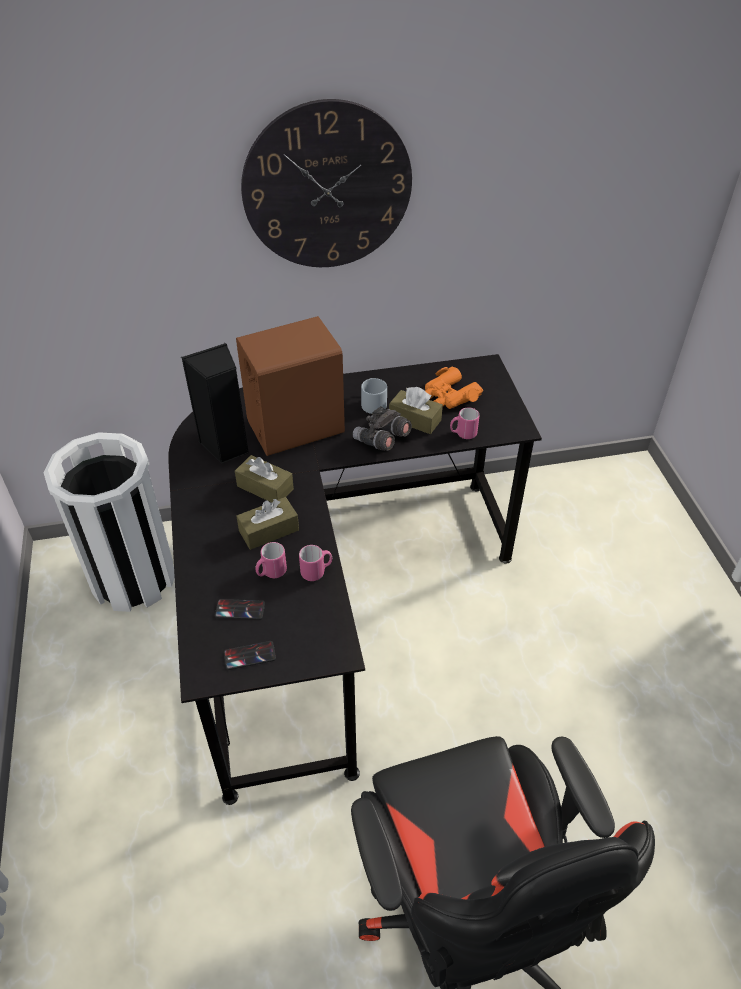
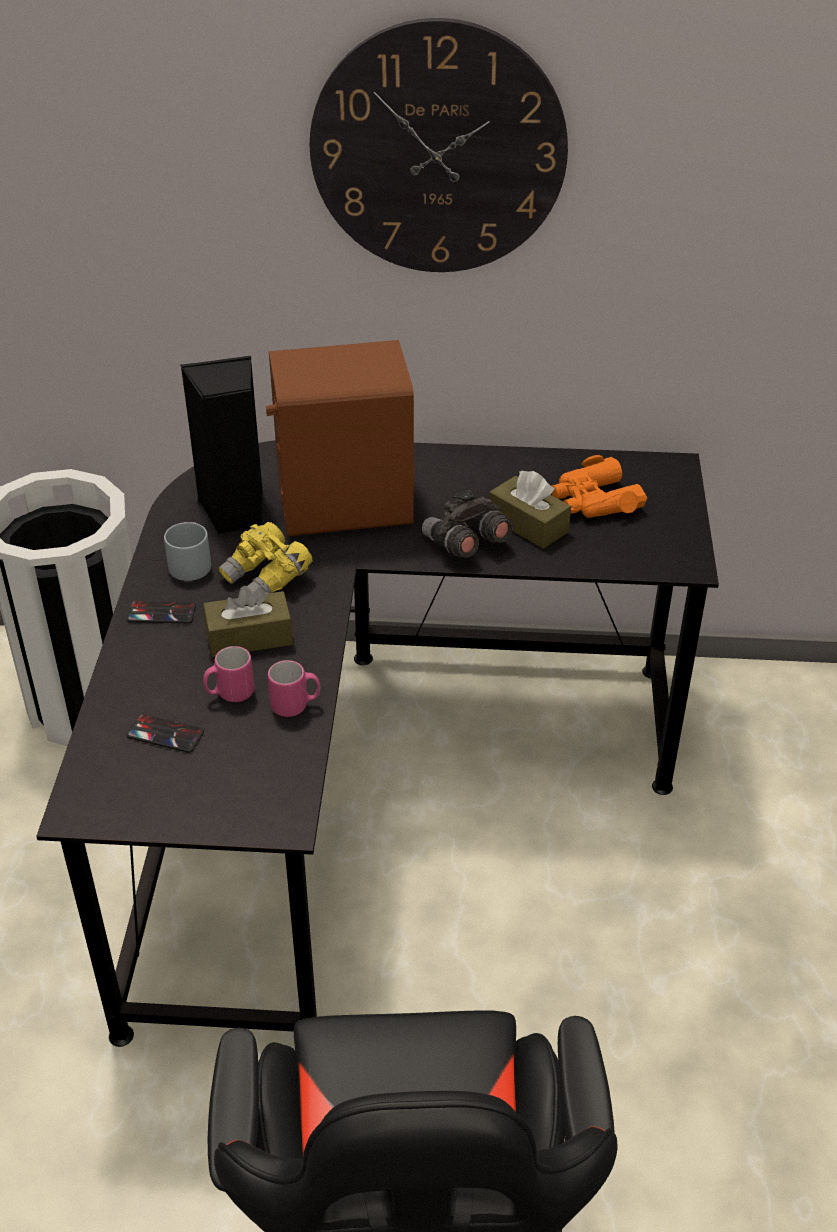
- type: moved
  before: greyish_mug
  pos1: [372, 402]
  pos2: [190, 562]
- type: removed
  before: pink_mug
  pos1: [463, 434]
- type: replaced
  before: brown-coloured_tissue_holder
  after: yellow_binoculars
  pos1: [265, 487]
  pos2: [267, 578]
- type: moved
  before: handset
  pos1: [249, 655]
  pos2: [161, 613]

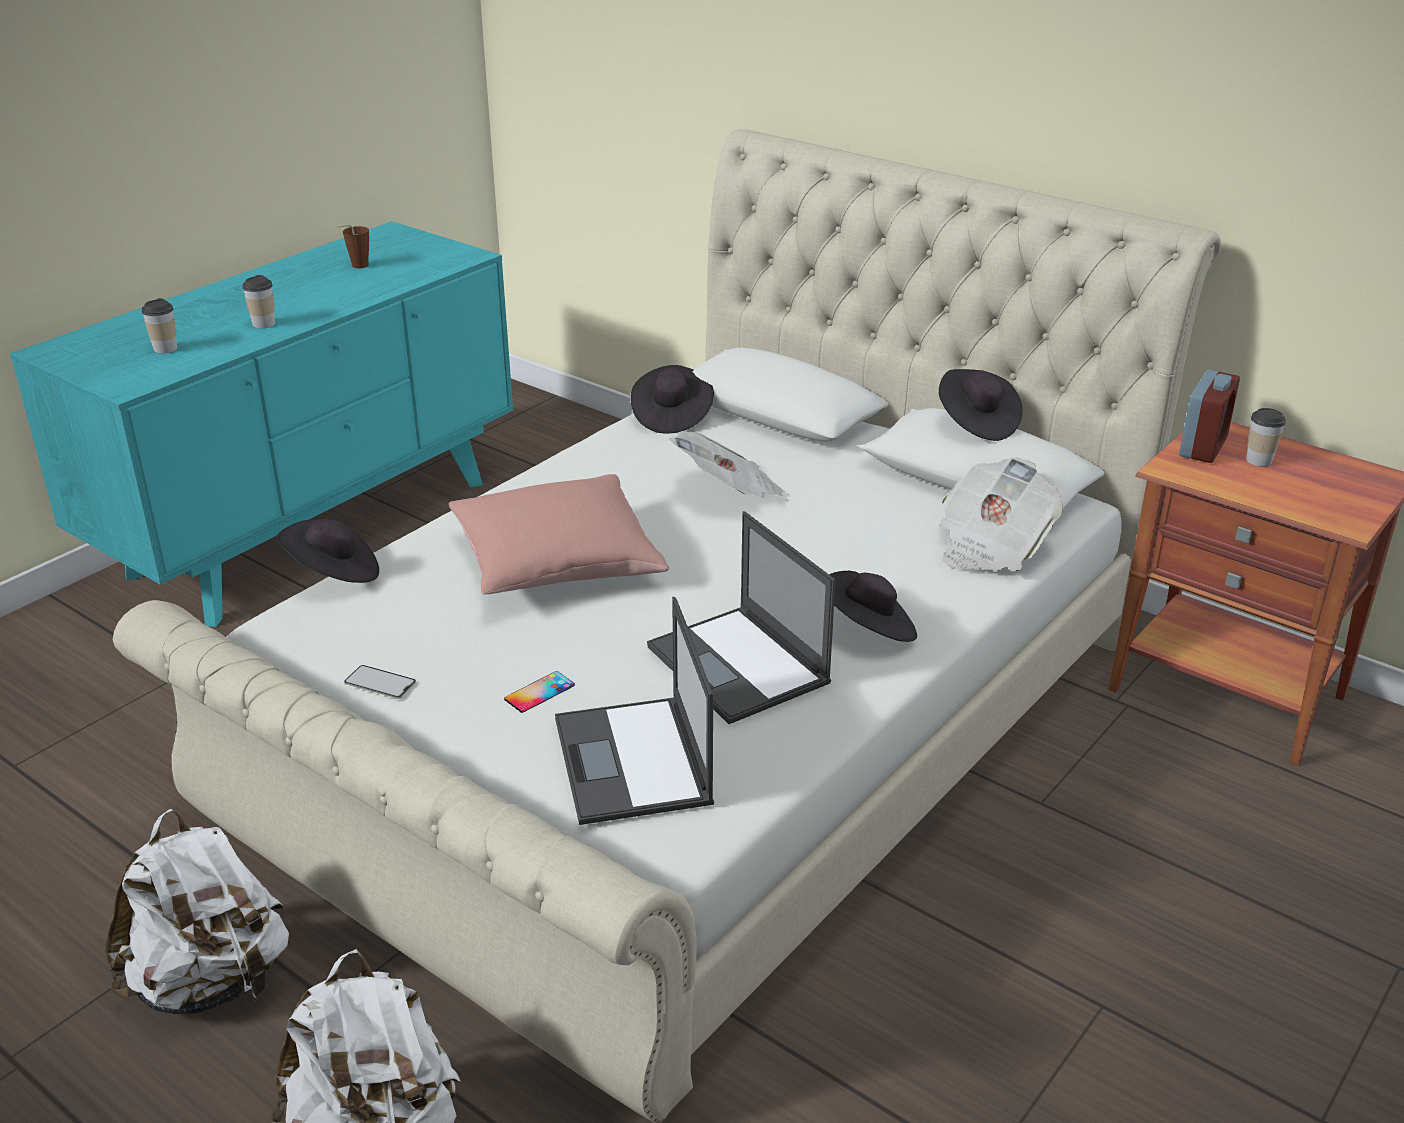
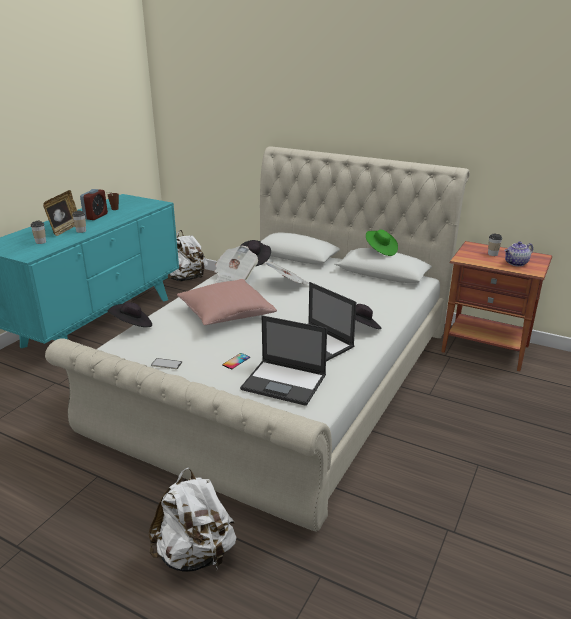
- type: recoloured
  before: black-coloured_wearable_hat
  after: greenish_wearable_hat
  pos1: [976, 423]
  pos2: [380, 250]
- type: moved
  before: bedside_clock
  pos1: [1203, 447]
  pos2: [96, 216]
- type: moved
  before: newspaper
  pos1: [991, 545]
  pos2: [234, 278]
- type: turned
  before: laptop
  pos1: [633, 762]
  pos2: [285, 382]
  turn: -45
- type: moved
  before: whitish_backpack
  pos1: [211, 981]
  pos2: [187, 279]
- type: added
  after: photo_frame
  pos2: [65, 229]
- type: added
  after: pot_for_tea
  pos2: [516, 263]

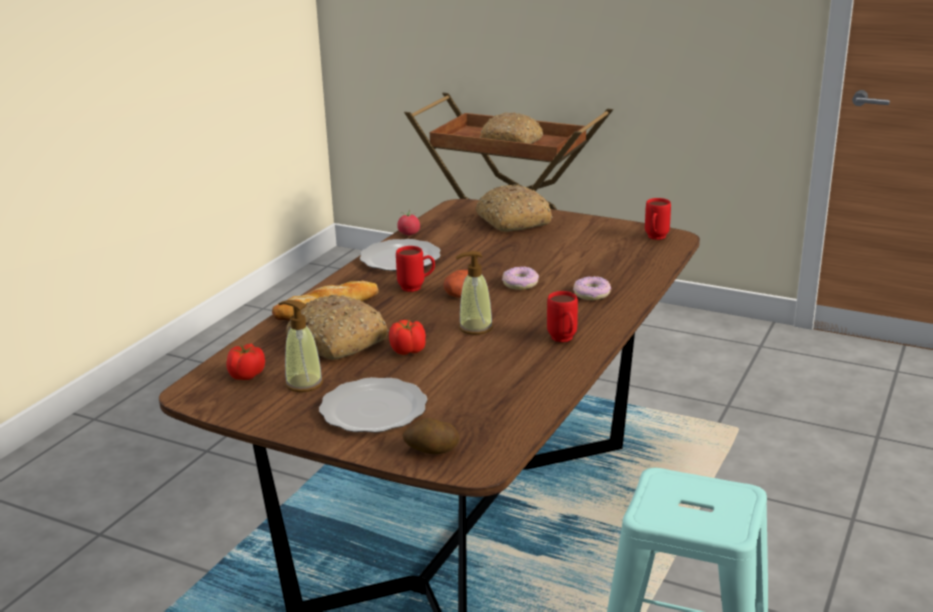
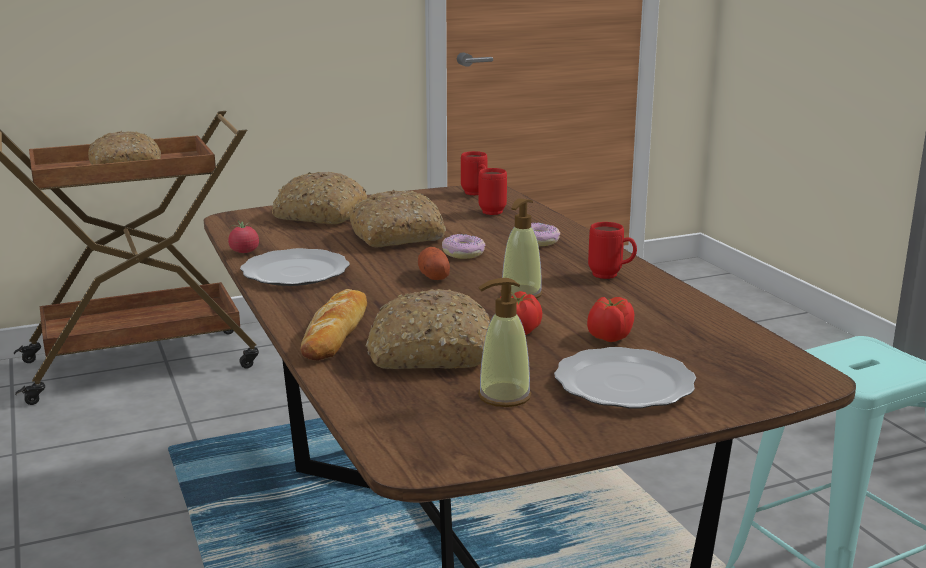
- type: moved
  before: reddish_mug
  pos1: [416, 288]
  pos2: [495, 211]
- type: moved
  before: tomato
  pos1: [246, 376]
  pos2: [609, 337]
- type: removed
  before: spud
  pos1: [431, 450]
- type: added
  after: bakery_bread
  pos2: [398, 236]

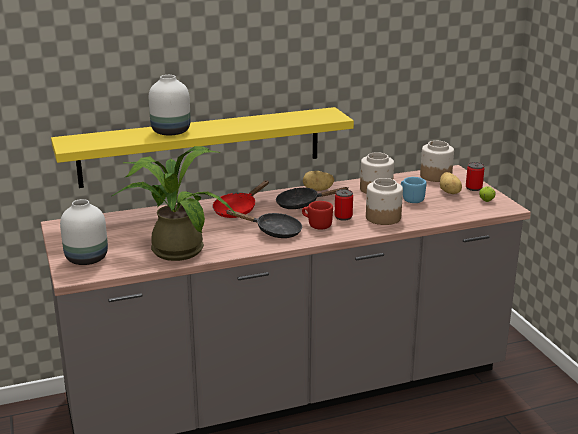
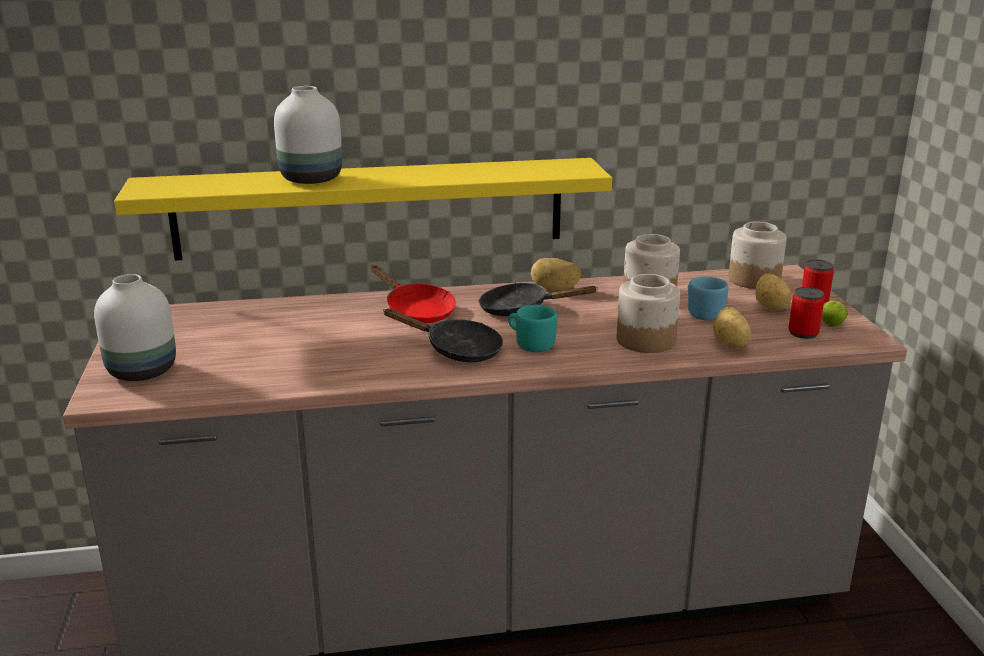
- type: removed
  before: potted_plant
  pos1: [174, 248]
- type: turned
  before: reddish_pan
  pos1: [238, 209]
  pos2: [416, 311]
  turn: -90
- type: moved
  before: can
  pos1: [343, 217]
  pos2: [803, 333]
- type: recoloured
  before: reddish_mug
  after: blue-green_mug
  pos1: [316, 225]
  pos2: [531, 345]
- type: added
  after: spud
  pos2: [730, 343]

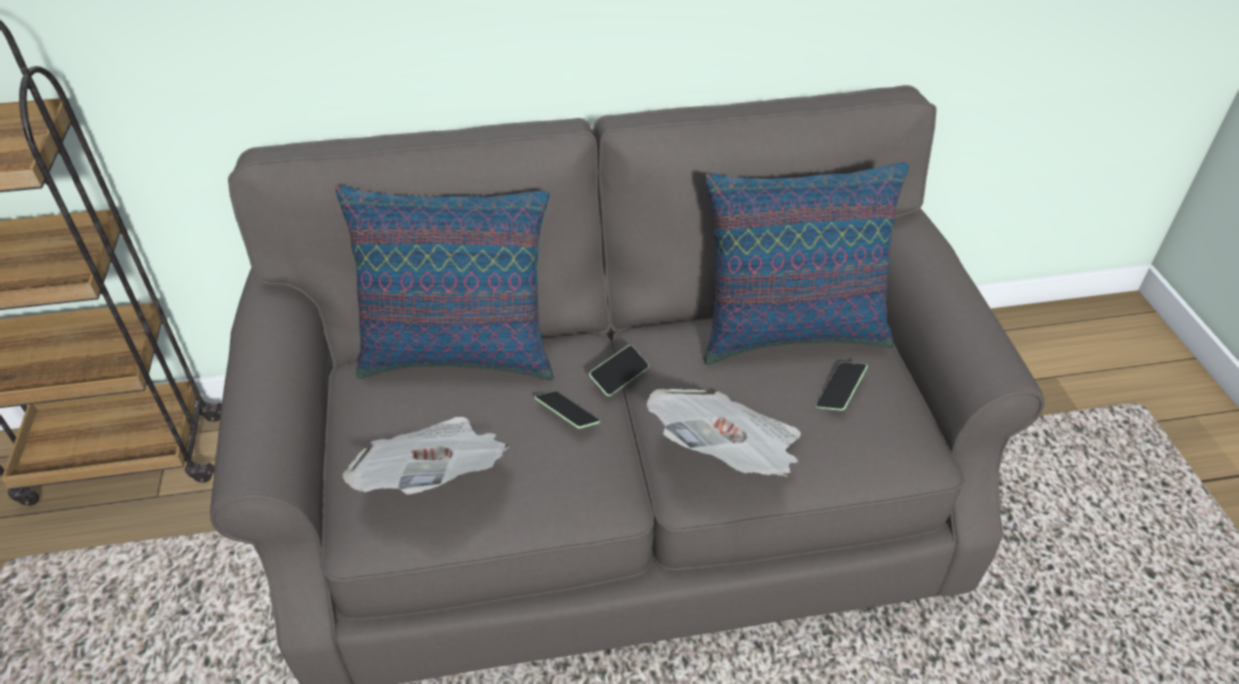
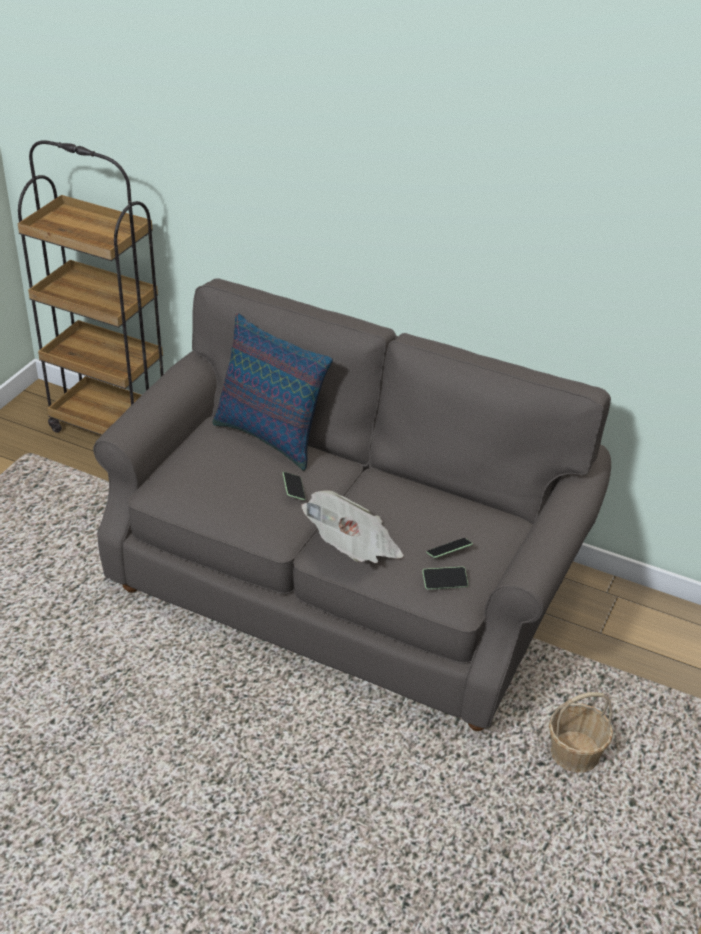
- type: removed
  before: blue_throw_pillow
  pos1: [792, 335]
- type: moved
  before: handset
  pos1: [619, 376]
  pos2: [444, 582]
- type: removed
  before: newspaper
  pos1: [435, 480]
- type: added
  after: basket
  pos2: [575, 754]

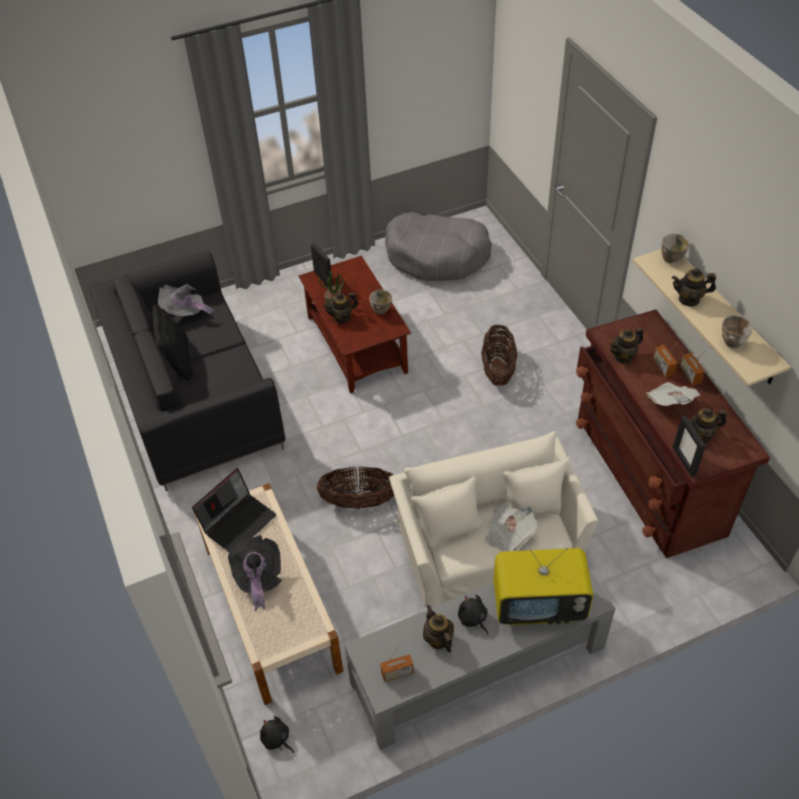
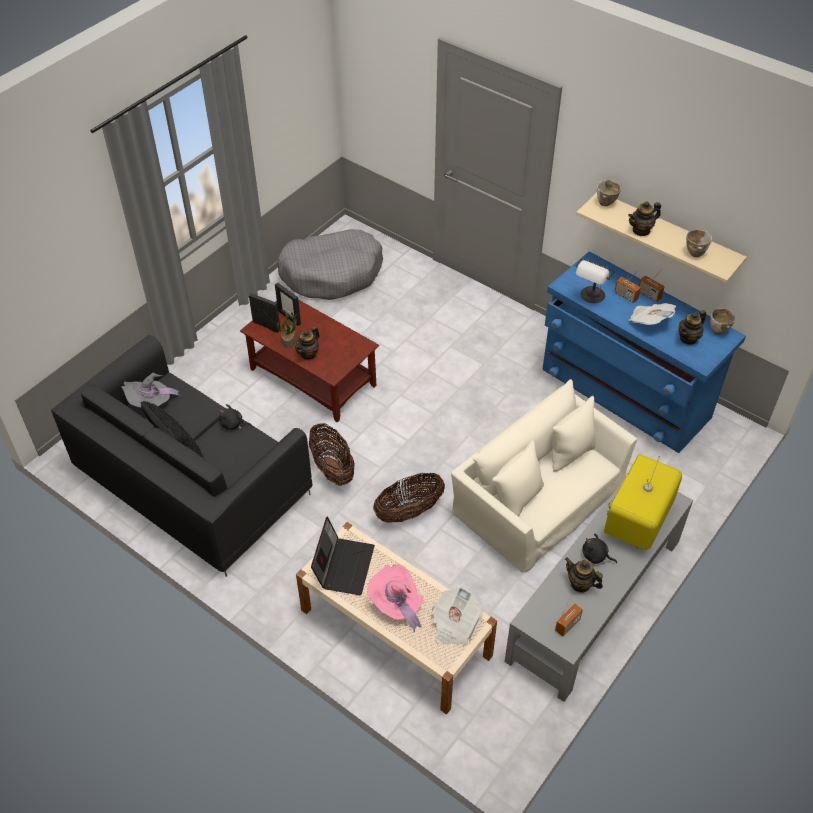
- type: moved
  before: serving_bowl
  pos1: [380, 312]
  pos2: [718, 331]
- type: recoloured
  before: brown-coloured_drawer_chest
  after: blue_drawer_chest
  pos1: [645, 475]
  pos2: [622, 395]
- type: moved
  before: basket
  pos1: [498, 370]
  pos2: [332, 468]
- type: replaced
  before: pot_for_tea
  after: lamp_for_a_table
  pos1: [623, 356]
  pos2: [591, 298]
- type: moved
  before: photo_frame
  pos1: [685, 460]
  pos2: [290, 317]
- type: moved
  before: newspaper
  pos1: [508, 534]
  pos2: [454, 625]
- type: recoloured
  before: black-coloured_wearable_hat
  after: pink_wearable_hat
  pos1: [258, 578]
  pos2: [396, 605]
- type: turned
  before: TV_set
  pos1: [539, 604]
  pos2: [637, 522]
  turn: 150
- type: moved
  before: black-coloured_plush_toy
  pos1: [276, 739]
  pos2: [233, 424]

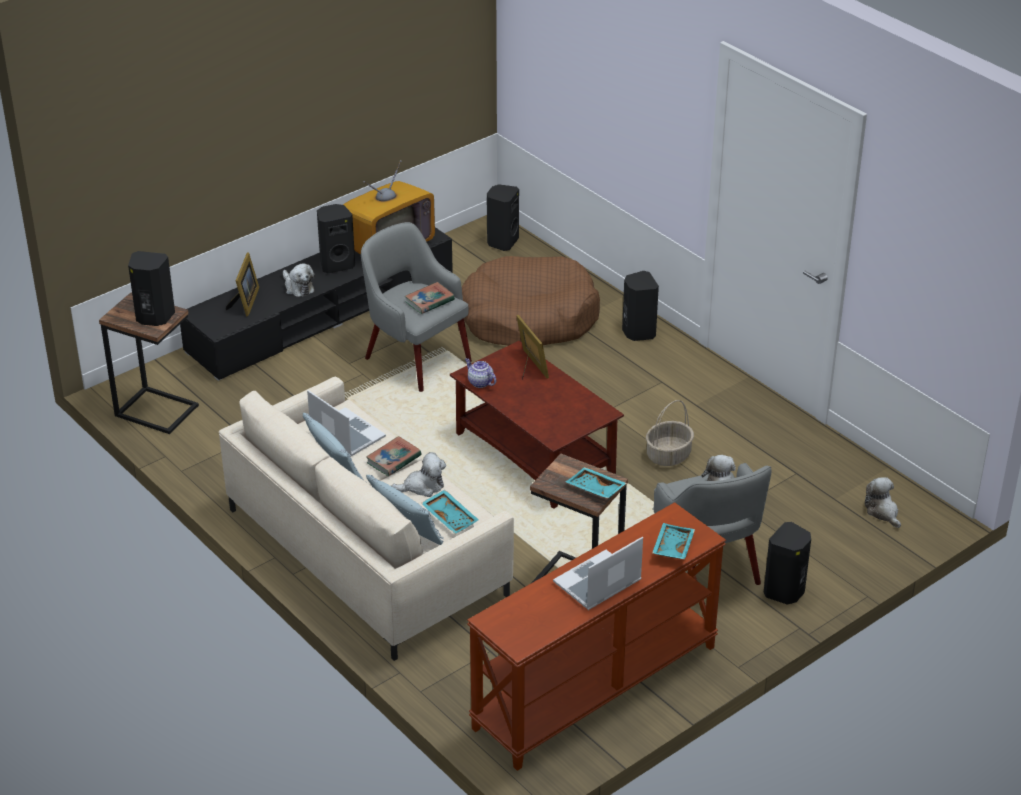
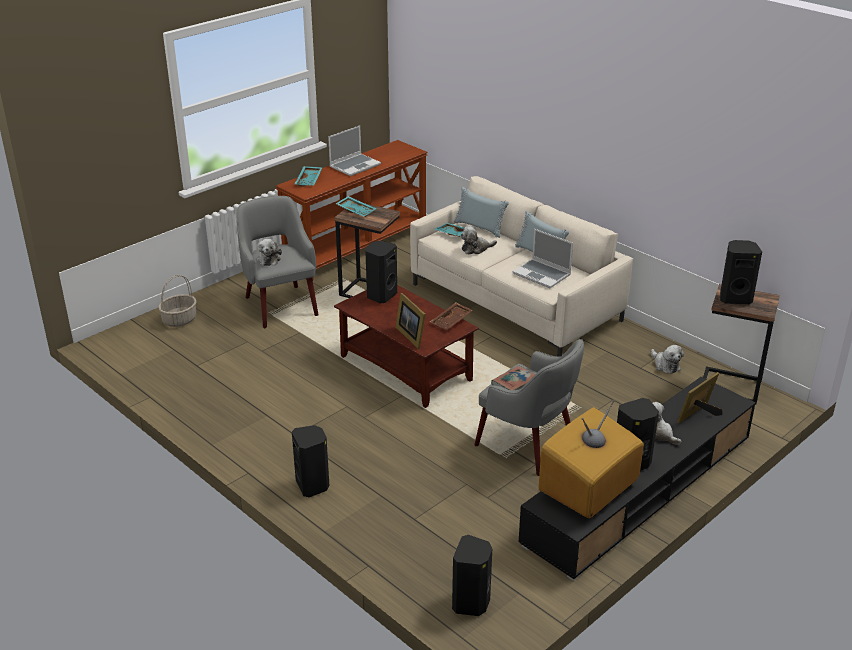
- type: turned
  before: photo_frame
  pos1: [245, 302]
  pos2: [698, 415]
  turn: 45
- type: removed
  before: brown-coloured_dog_cushion
  pos1: [528, 318]
- type: replaced
  before: pot_for_tea
  after: brown-coloured_serving_tray
  pos1: [479, 382]
  pos2: [451, 321]
- type: moved
  before: basket
  pos1: [668, 455]
  pos2: [179, 319]
- type: removed
  before: book
  pos1: [393, 459]
- type: moved
  before: plush_toy
  pos1: [882, 512]
  pos2: [665, 365]
- type: moved
  before: black-coloured_speaker
  pos1: [785, 592]
  pos2: [380, 295]

